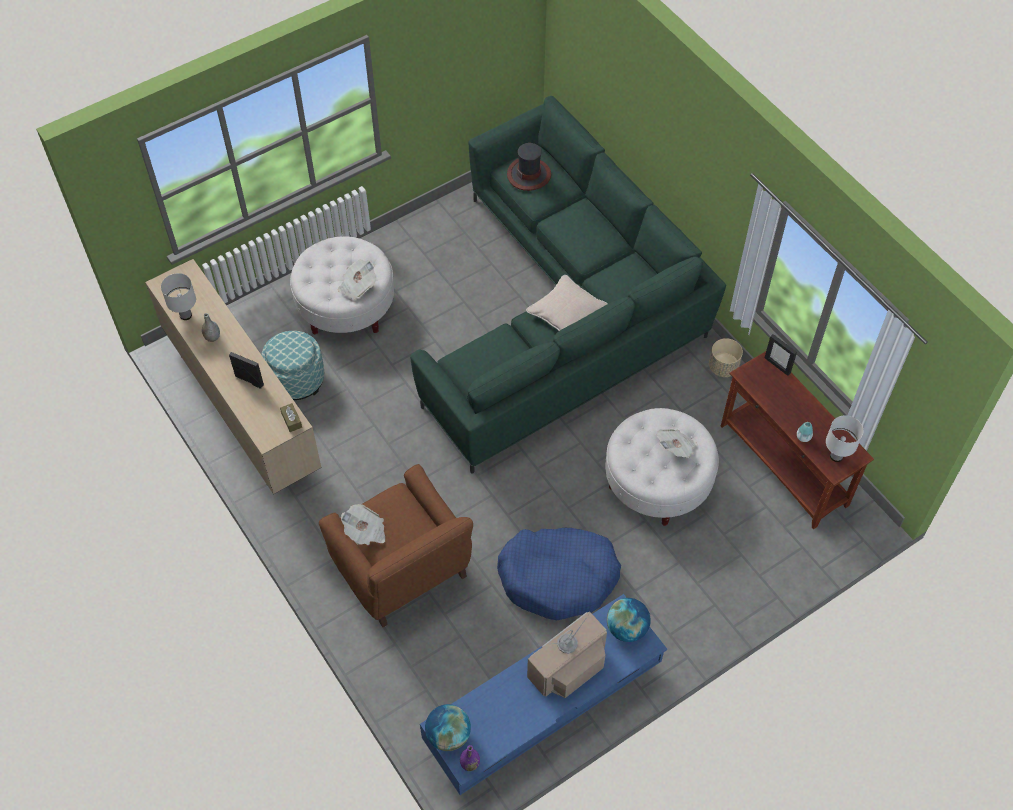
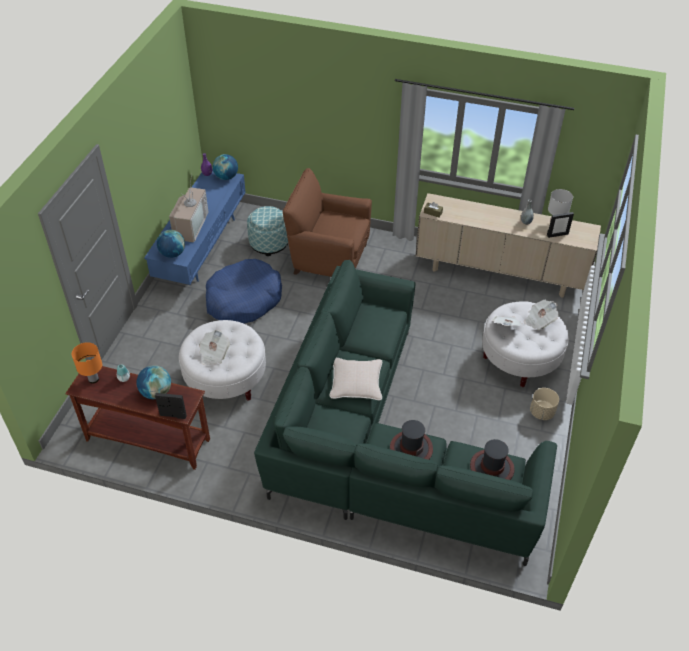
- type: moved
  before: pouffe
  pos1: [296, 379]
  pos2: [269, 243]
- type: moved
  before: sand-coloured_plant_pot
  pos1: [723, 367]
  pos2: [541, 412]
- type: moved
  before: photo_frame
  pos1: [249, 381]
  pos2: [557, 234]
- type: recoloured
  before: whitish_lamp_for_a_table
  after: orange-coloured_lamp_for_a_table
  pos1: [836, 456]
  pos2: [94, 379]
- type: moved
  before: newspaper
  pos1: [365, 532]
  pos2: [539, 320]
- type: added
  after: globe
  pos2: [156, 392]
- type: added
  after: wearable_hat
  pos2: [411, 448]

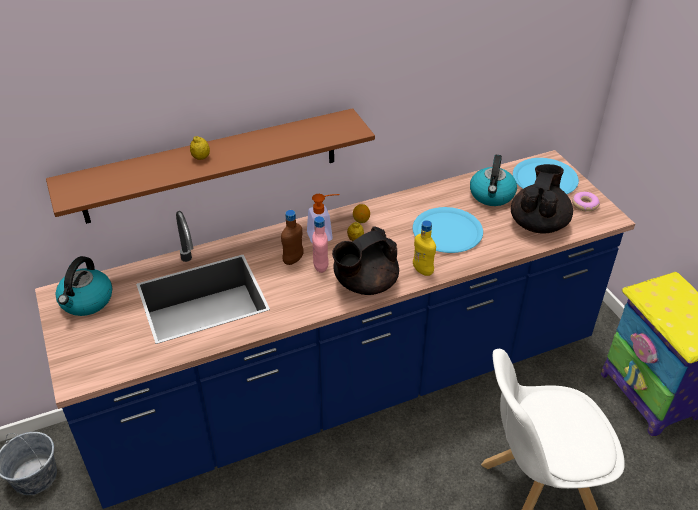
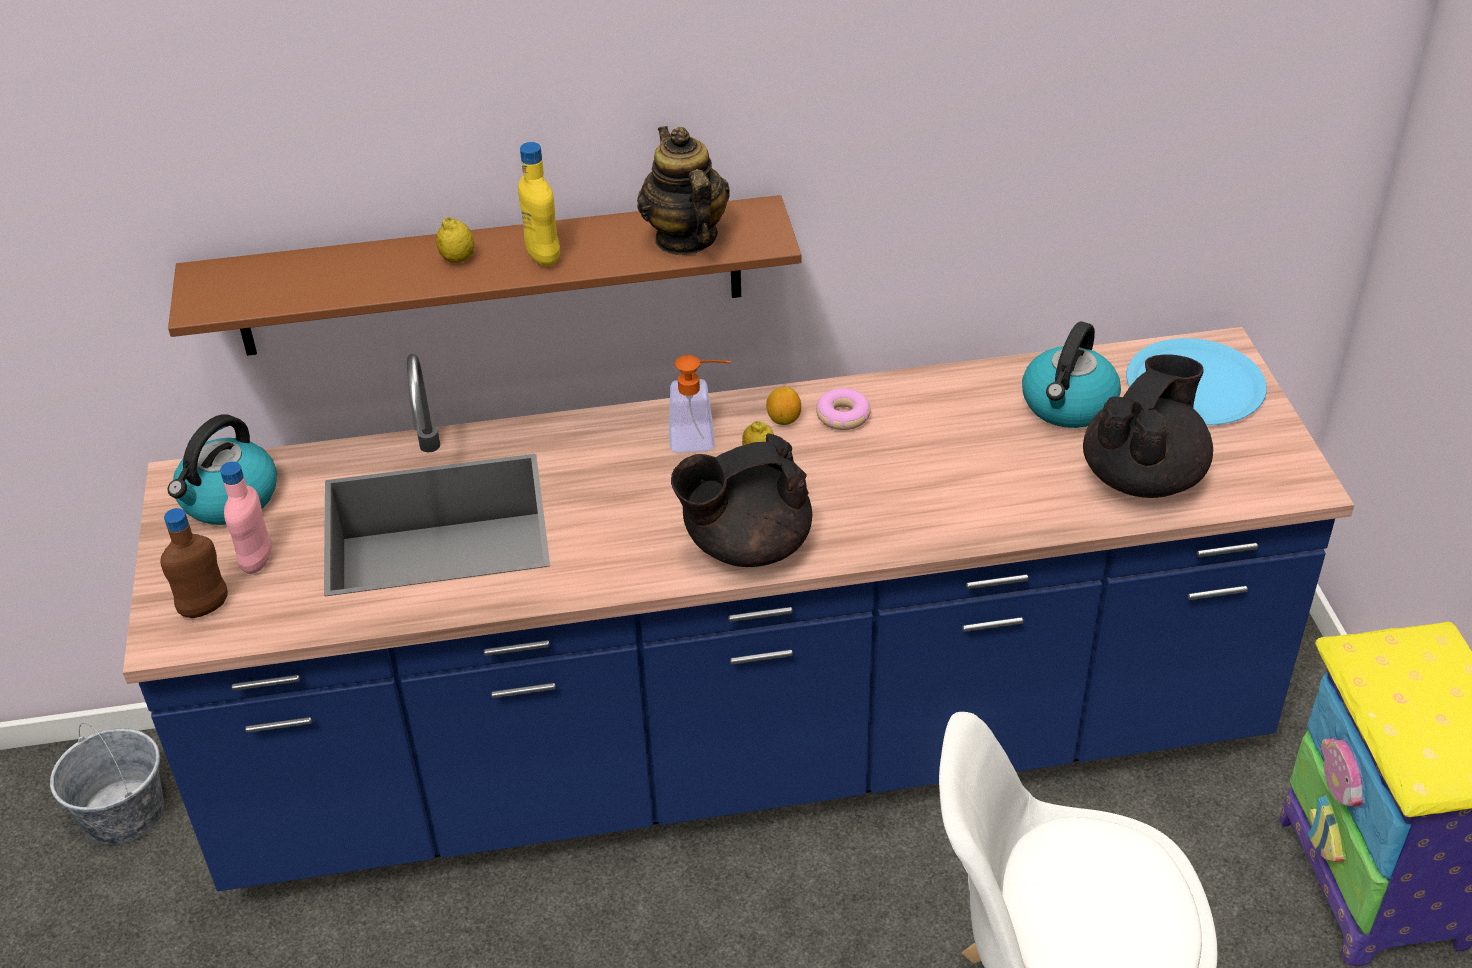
- type: moved
  before: donut
  pos1: [584, 205]
  pos2: [843, 416]
- type: removed
  before: blue_dinner_plate
  pos1: [447, 231]
- type: moved
  before: brown-coloured_beverage_bottle
  pos1: [293, 260]
  pos2: [205, 608]
- type: moved
  before: pink_beverage_bottle
  pos1: [321, 266]
  pos2: [257, 561]
- type: moved
  before: yellow_beverage_bottle
  pos1: [423, 270]
  pos2: [543, 257]
- type: added
  after: pot_for_tea
  pos2: [685, 238]

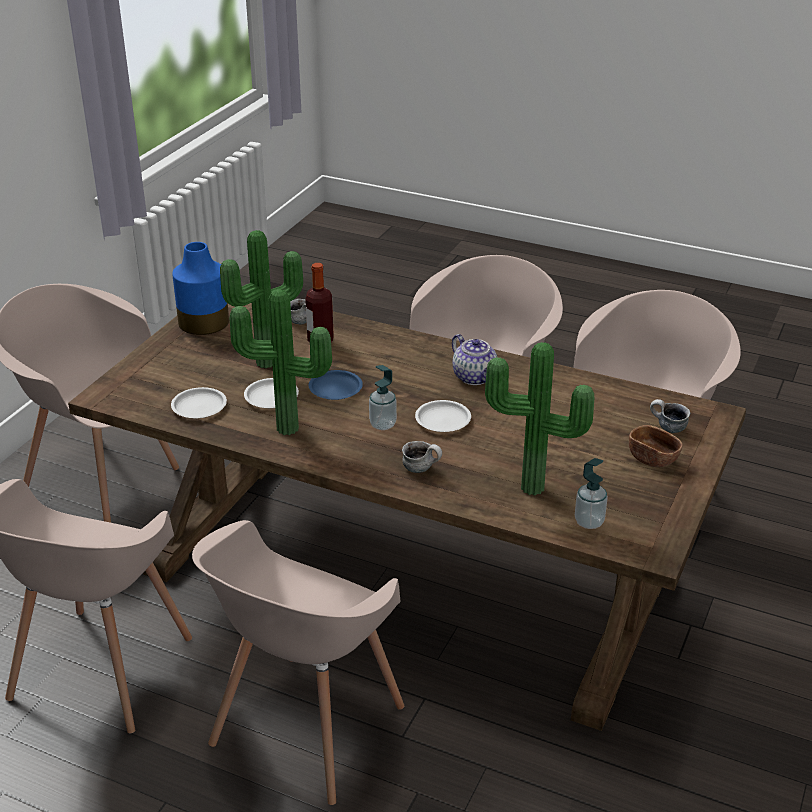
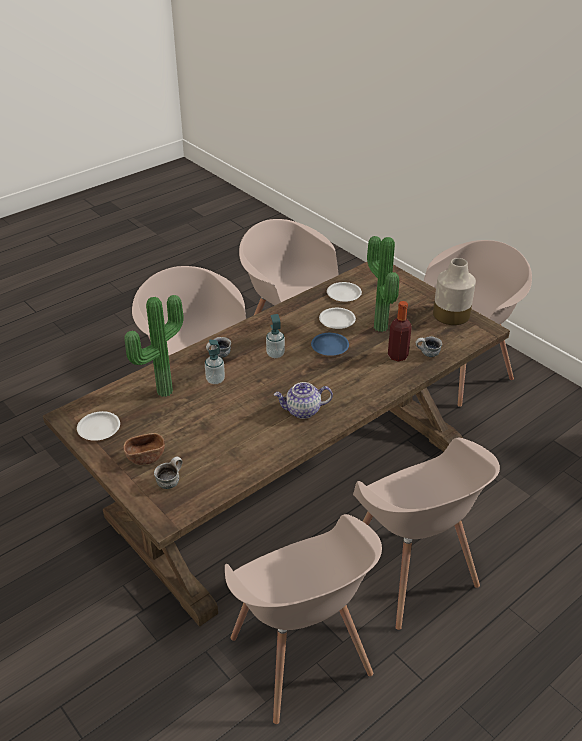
- type: recoloured
  before: blue_vase
  after: sand-coloured_vase
  pos1: [203, 322]
  pos2: [451, 314]
- type: removed
  before: potted_plant
  pos1: [287, 431]
- type: moved
  before: whitish_dinner_plate
  pos1: [443, 420]
  pos2: [98, 428]
- type: moved
  before: soap_bottle
  pos1: [589, 522]
  pos2: [215, 380]

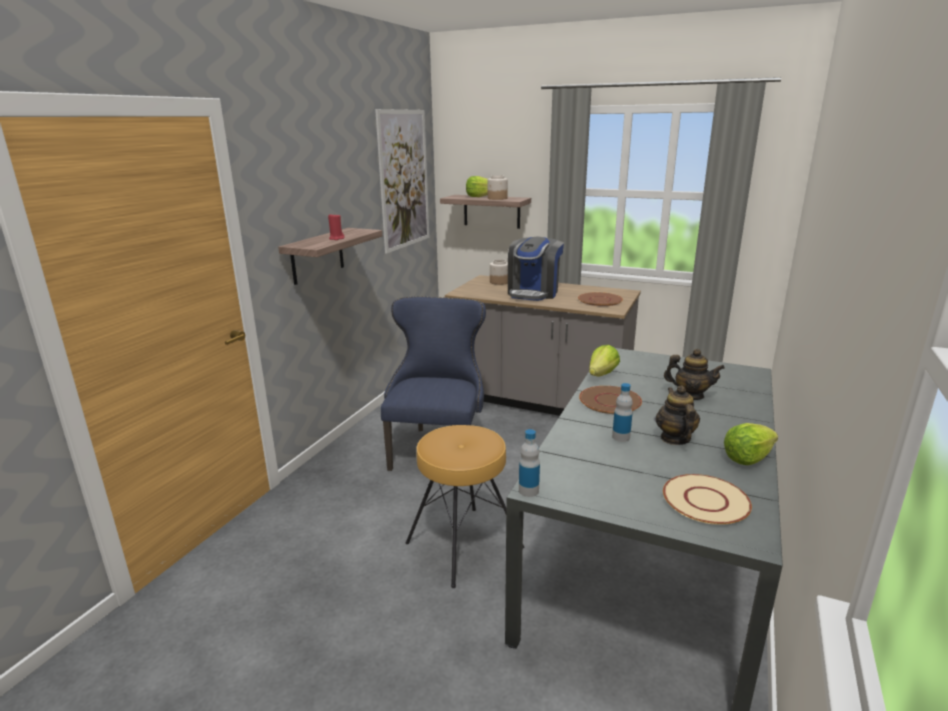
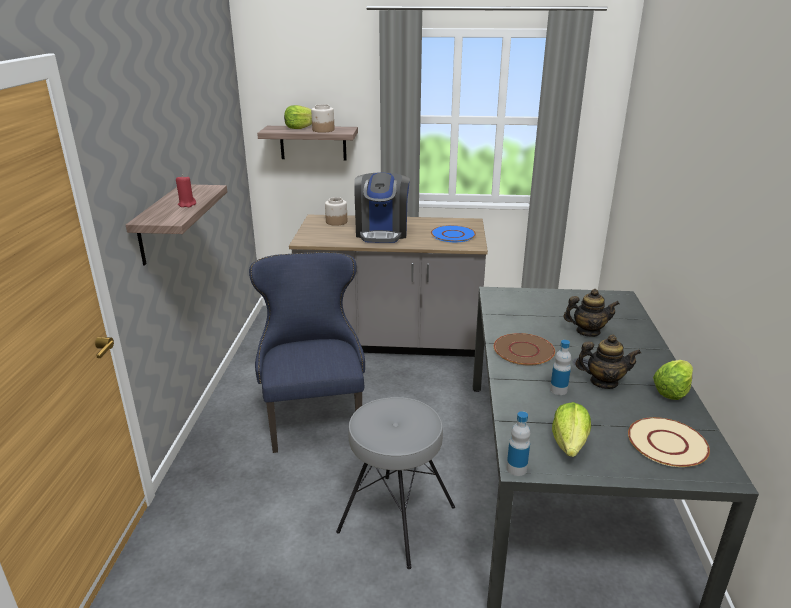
- type: removed
  before: wall_picture
  pos1: [404, 180]
- type: recoloured
  before: brown-coloured_dinner_plate
  after: blue_dinner_plate
  pos1: [600, 300]
  pos2: [453, 235]
- type: moved
  before: head_of_lettuce
  pos1: [601, 375]
  pos2: [569, 444]
- type: turned
  before: pot_for_tea
  pos1: [675, 438]
  pos2: [603, 382]
  turn: 120
- type: recoloured
  before: brown-coloured_stool_seat
  after: greyish_stool_seat
  pos1: [463, 544]
  pos2: [396, 518]

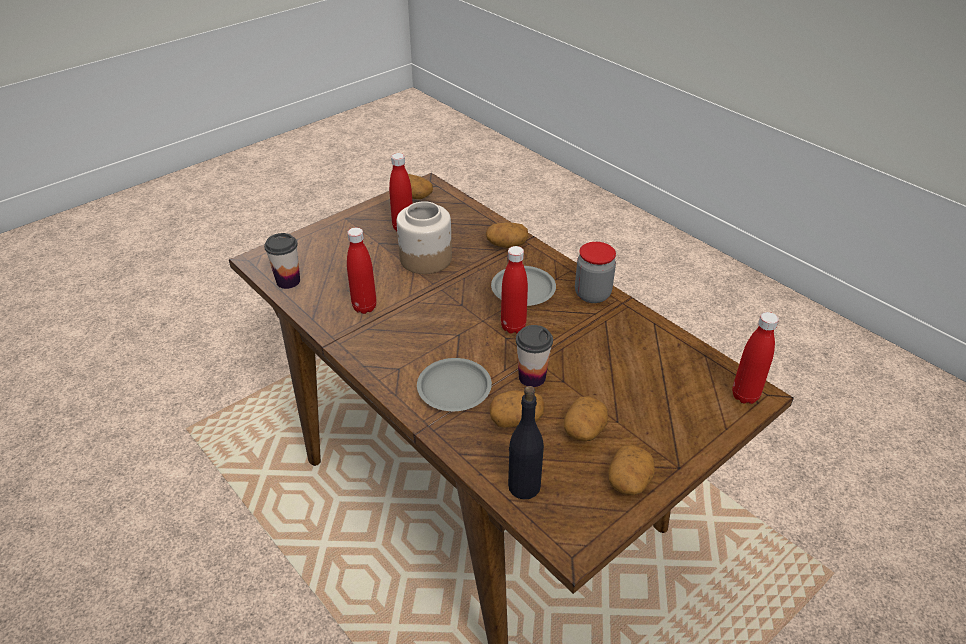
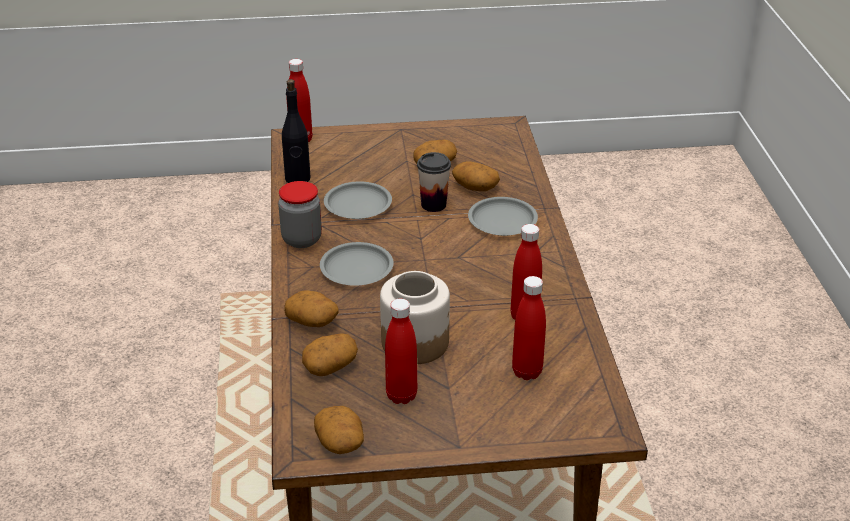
- type: removed
  before: small_cup
  pos1: [288, 281]
- type: moved
  before: reddish_beverage_bottle
  pos1: [513, 327]
  pos2: [527, 372]
- type: moved
  before: black-coloured_beverage_bottle
  pos1: [523, 486]
  pos2: [297, 179]
- type: moved
  before: spud
  pos1: [629, 481]
  pos2: [330, 366]
- type: added
  after: greyish_dinner_plate
  pos2: [358, 205]

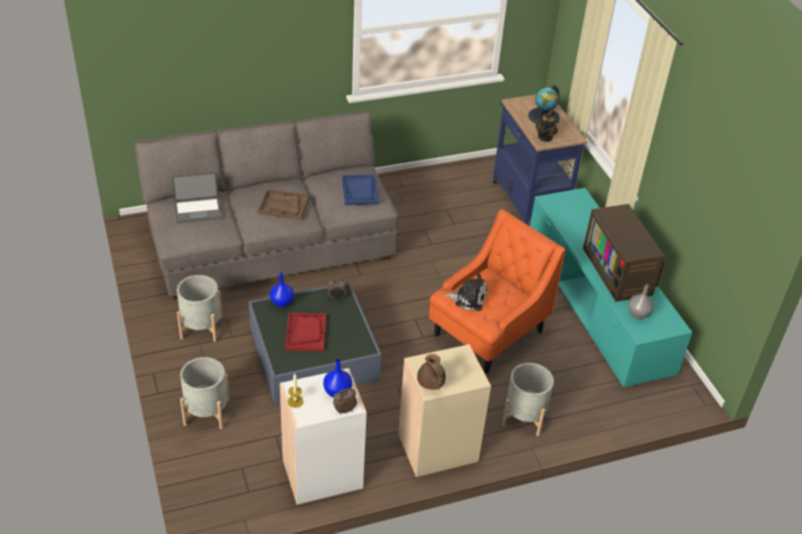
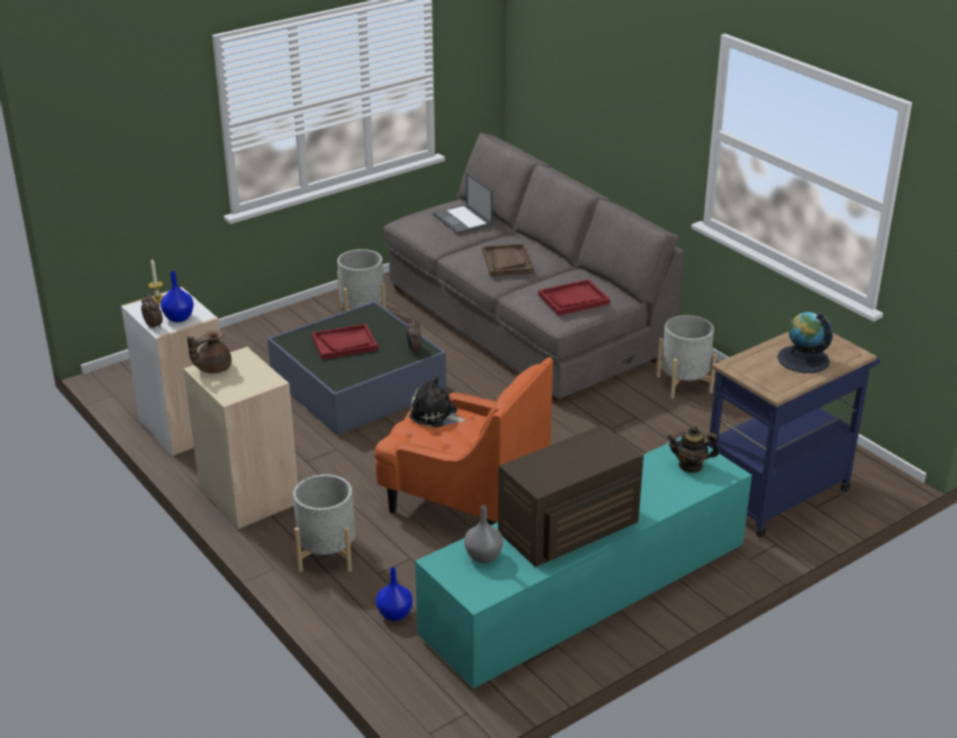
- type: moved
  before: pot_for_tea
  pos1: [545, 137]
  pos2: [690, 465]
- type: recoloured
  before: blue_serving_tray
  after: reddish_serving_tray
  pos1: [360, 191]
  pos2: [573, 299]
- type: moved
  before: blue_vase
  pos1: [282, 303]
  pos2: [394, 614]
- type: turned
  before: plush_toy
  pos1: [468, 298]
  pos2: [436, 415]
  turn: 120
- type: moved
  before: greyish_plant_pot
  pos1: [207, 412]
  pos2: [684, 384]

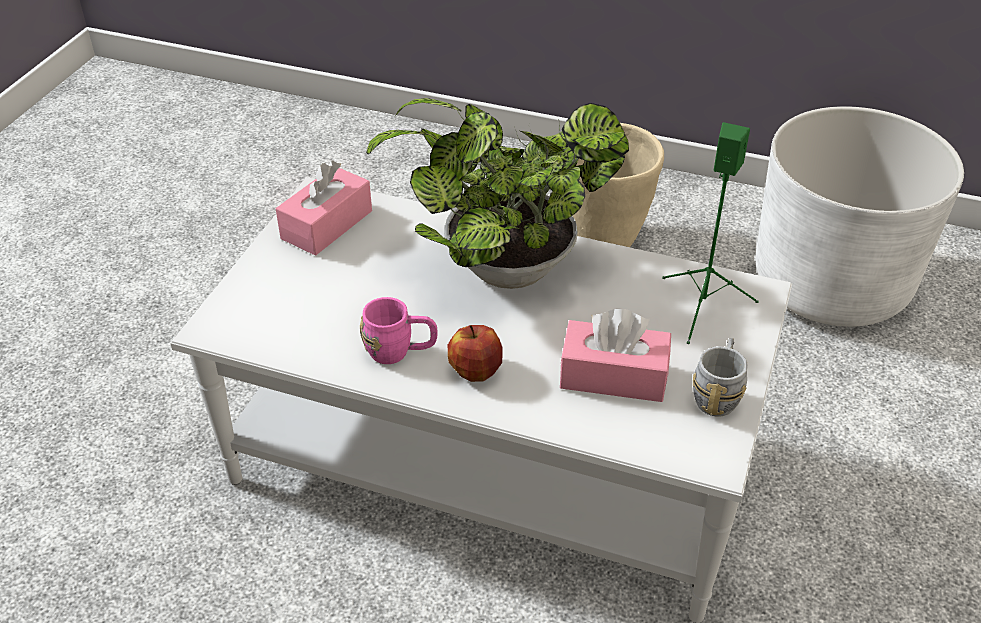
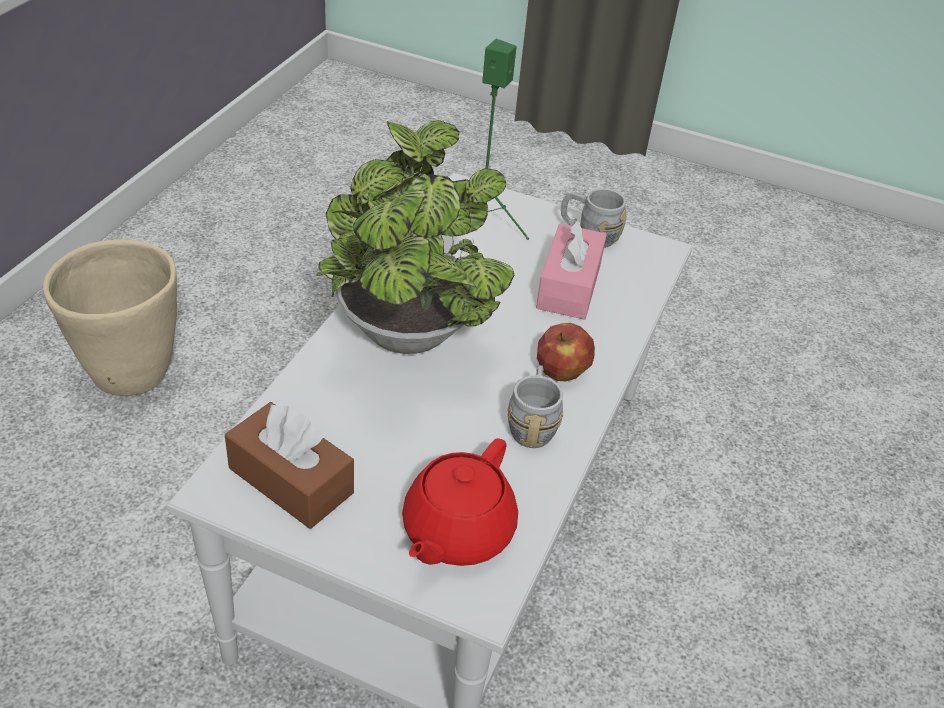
- type: removed
  before: whitish_plant_pot
  pos1: [831, 283]
- type: recoloured
  before: pink_tissue_holder
  after: brown-coloured_tissue_holder
  pos1: [327, 225]
  pos2: [291, 480]
- type: recoloured
  before: pink_mug
  after: greyish_mug
  pos1: [400, 352]
  pos2: [532, 424]
- type: added
  after: reddish_pot_for_tea
  pos2: [456, 532]

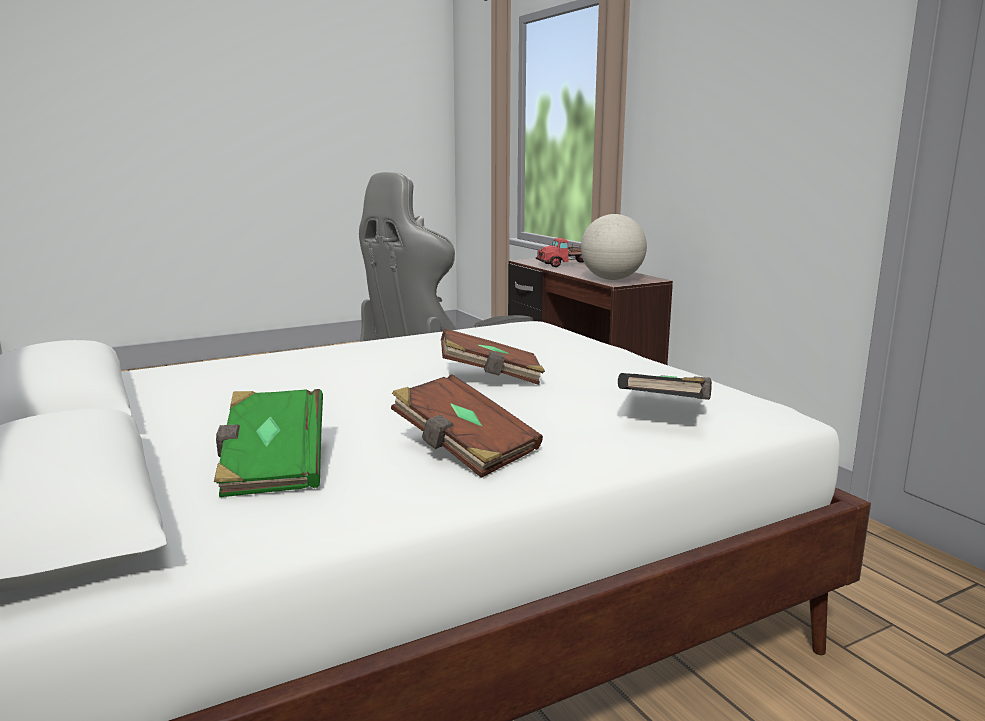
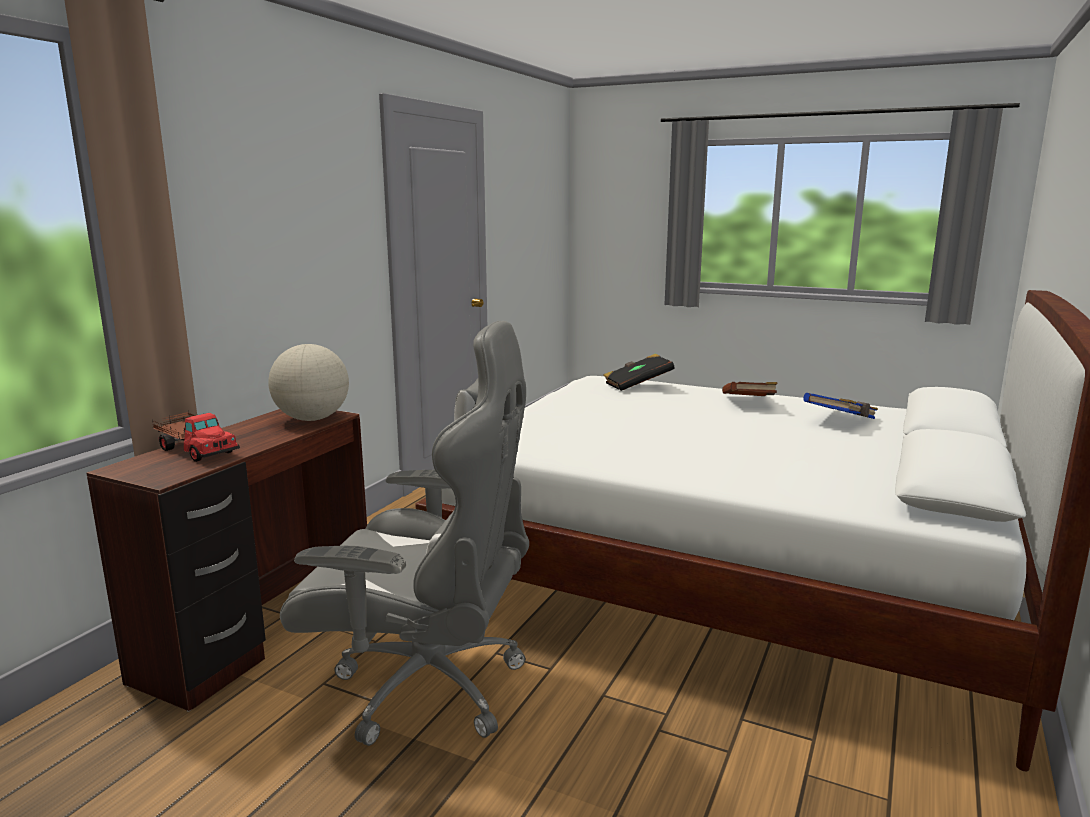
- type: removed
  before: brown-coloured_book
  pos1: [491, 377]
- type: recoloured
  before: greenish_book
  after: blue_book
  pos1: [272, 467]
  pos2: [840, 421]

